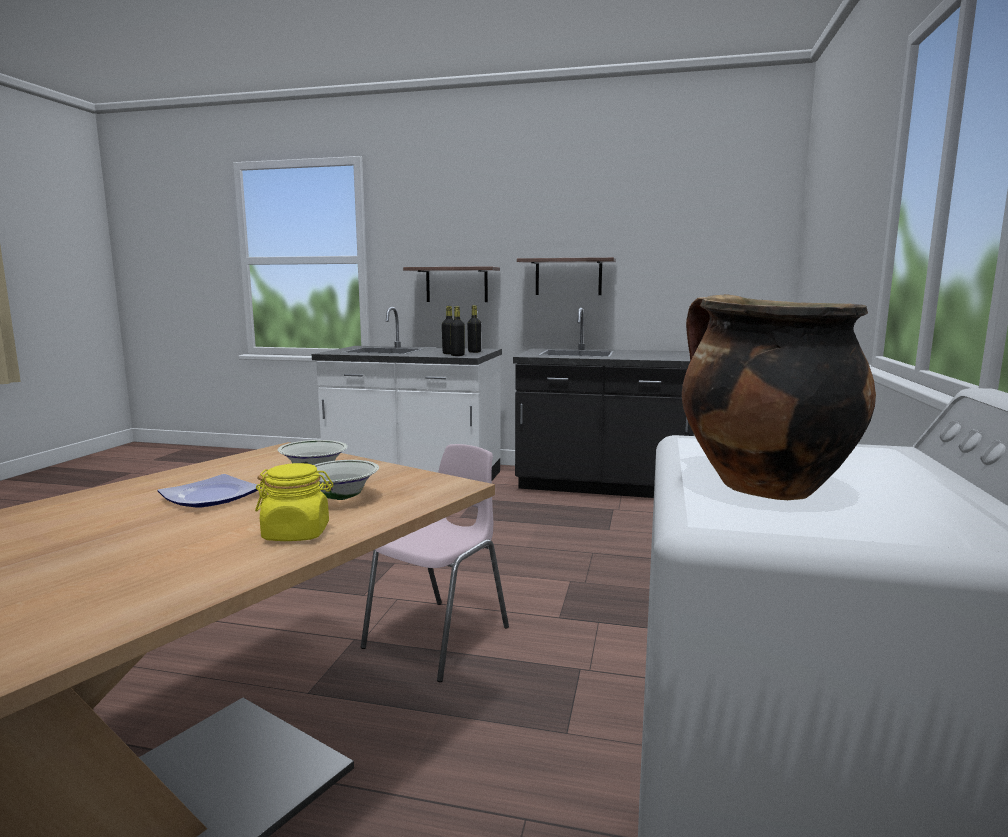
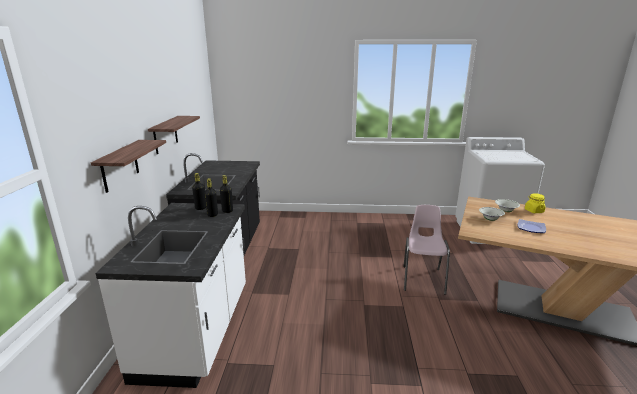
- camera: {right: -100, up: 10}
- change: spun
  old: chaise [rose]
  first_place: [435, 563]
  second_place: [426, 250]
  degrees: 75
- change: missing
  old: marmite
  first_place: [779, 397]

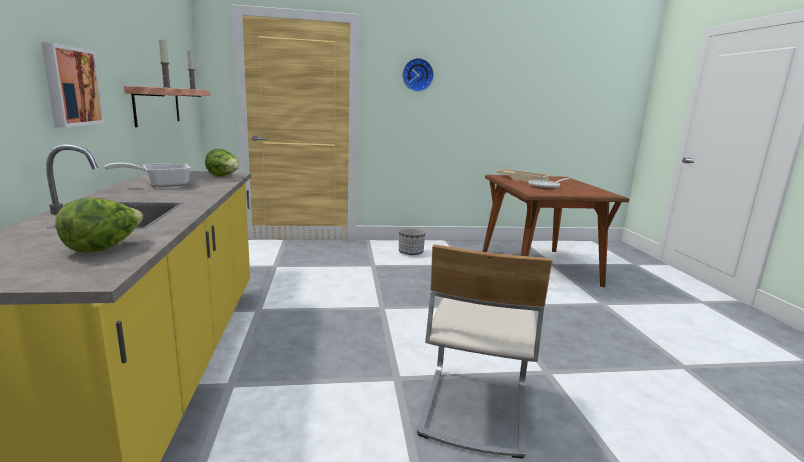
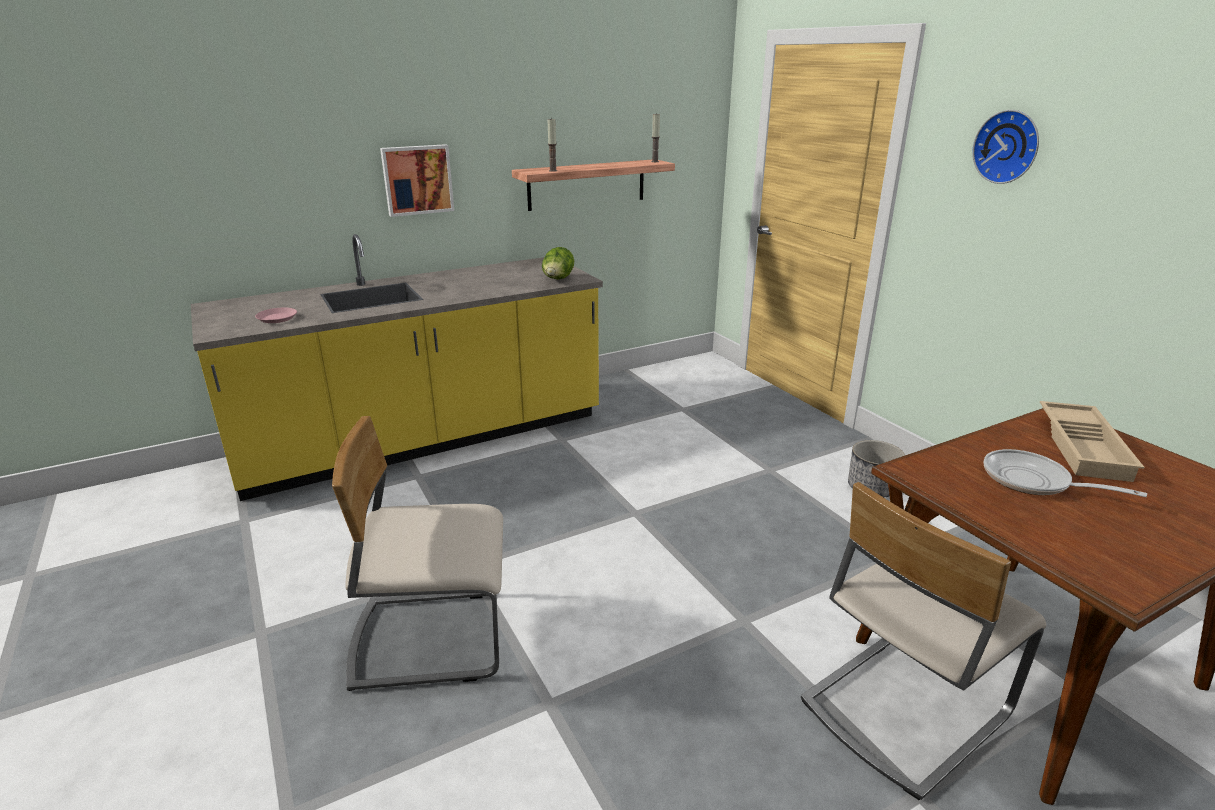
- camera: {right: 70, up: 10}
- change: exchanged
  old: laitue
  new: assiette [rose]
  first_place: [99, 225]
  second_place: [276, 315]
- change: appeared
  new: chaise [beige]
  second_place: [923, 641]
- change: missing
  old: poêle
  first_place: [148, 175]

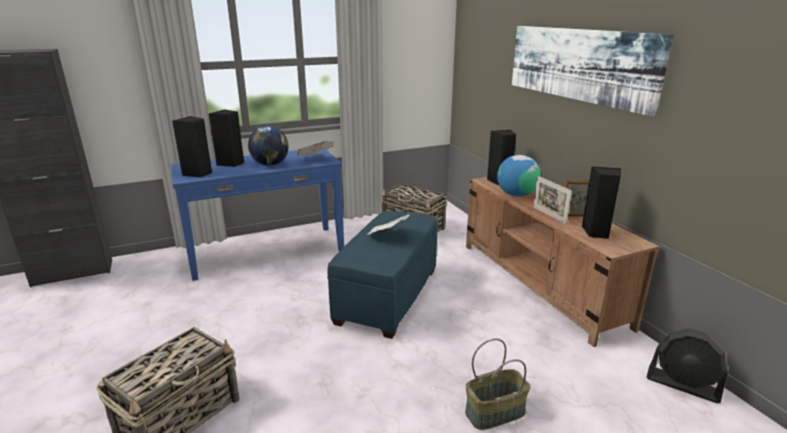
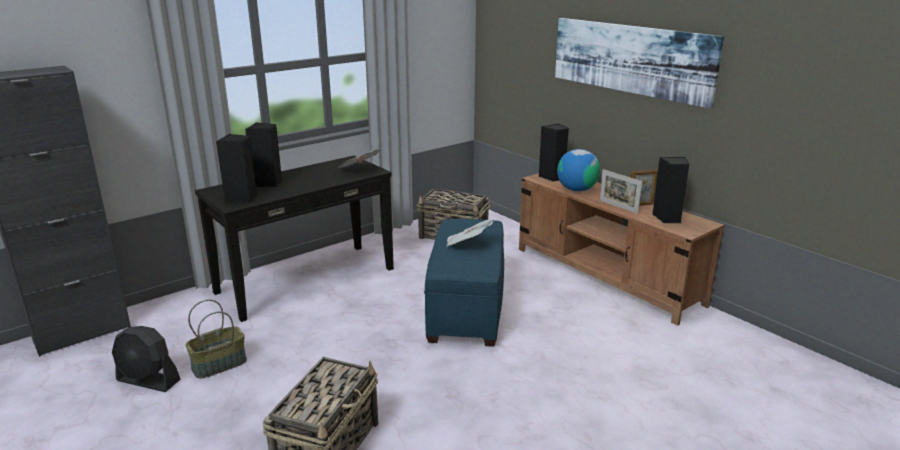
- camera: {right: -15, up: 0}
- change: relocated
  old: ventilateur [noir]
  first_place: [687, 365]
  second_place: [146, 359]
- change: relocated
  old: panier
  first_place: [498, 384]
  second_place: [216, 339]
- change: colour
  old: table console [bleu]
  new: table console [noir]
  first_place: [257, 215]
  second_place: [294, 239]
- change: missing
  old: globe
  first_place: [268, 146]

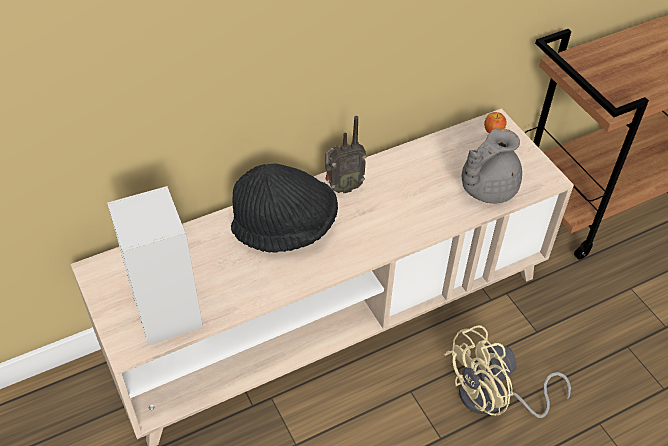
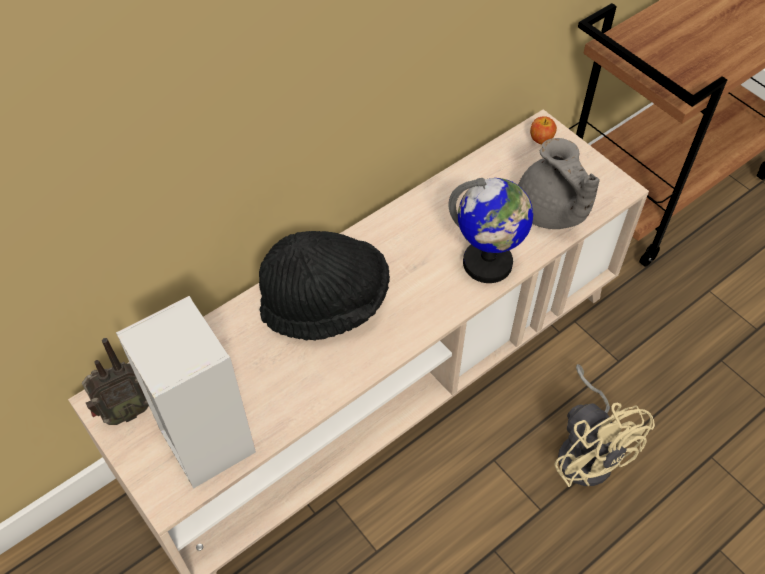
- camera: {right: -10, up: 5}
- change: relocated
  old: radio
  first_place: [345, 154]
  second_place: [115, 381]
- change: appeared
  new: globe
  second_place: [491, 230]
- change: spun
  old: théière [gris]
  first_place: [492, 166]
  second_place: [559, 183]
  degrees: -60
- change: spun
  old: ventilateur [beige]
  first_place: [507, 371]
  second_place: [604, 425]
  degrees: -75

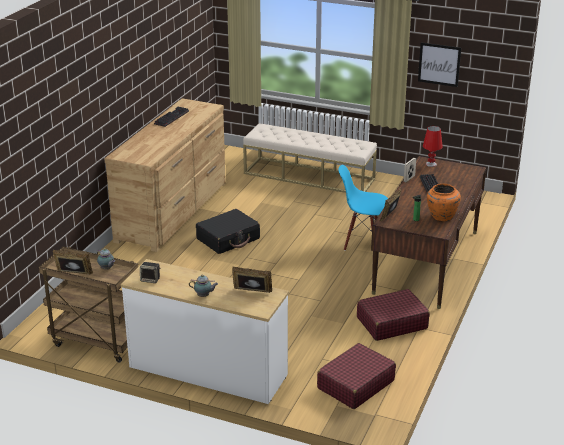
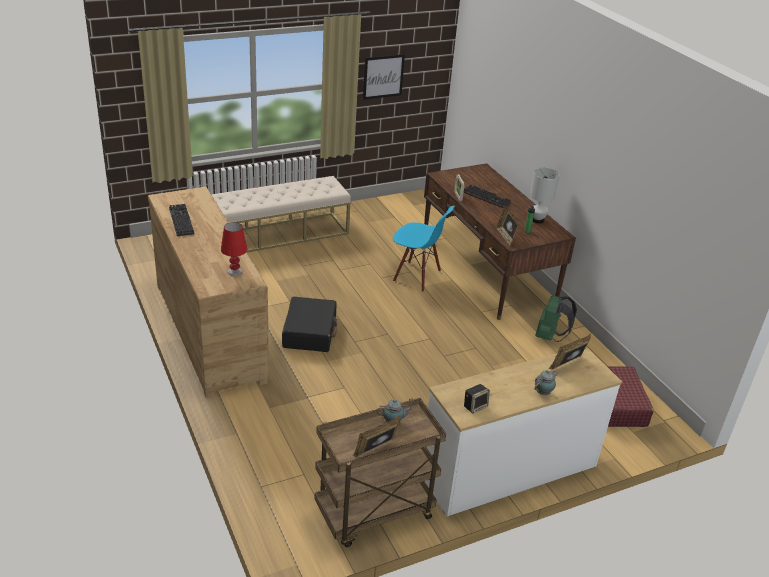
- camera: {right: -50, up: 5}
- change: relocated
  old: lampe de table [rouge]
  first_place: [433, 146]
  second_place: [234, 249]
- change: spun
  old: chaise [bleu]
  first_place: [363, 208]
  second_place: [423, 249]
  degrees: -120
- change: exchanged
  old: vase [orange]
  new: lampe de table [blanc]
  first_place: [444, 202]
  second_place: [544, 196]
- change: exchanged
  old: valise [rouge]
  new: sac à dos [vert]
  first_place: [393, 315]
  second_place: [556, 319]

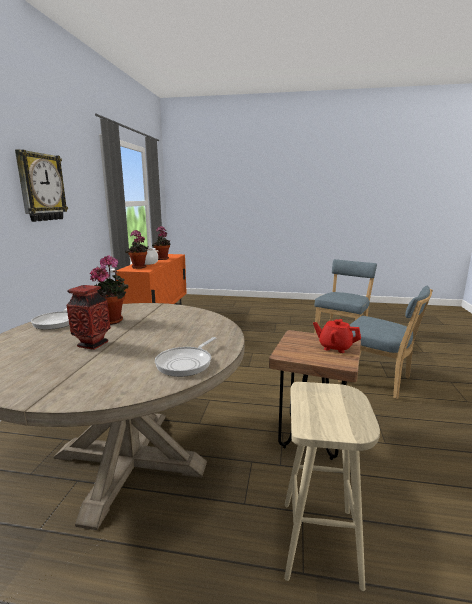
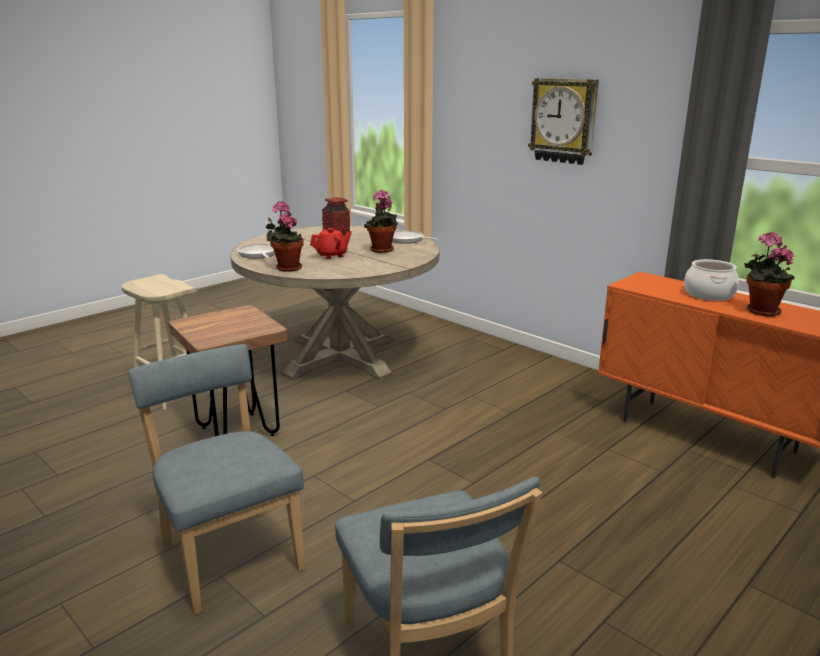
- camera: {right: 125, up: 5}
- change: spun
  old: chaise [bleu]
  first_place: [385, 342]
  second_place: [216, 479]
  degrees: 75
- change: relocated
  old: plante en pot
  first_place: [137, 249]
  second_place: [285, 236]
- change: relocated
  old: théière [rouge]
  first_place: [337, 336]
  second_place: [331, 243]

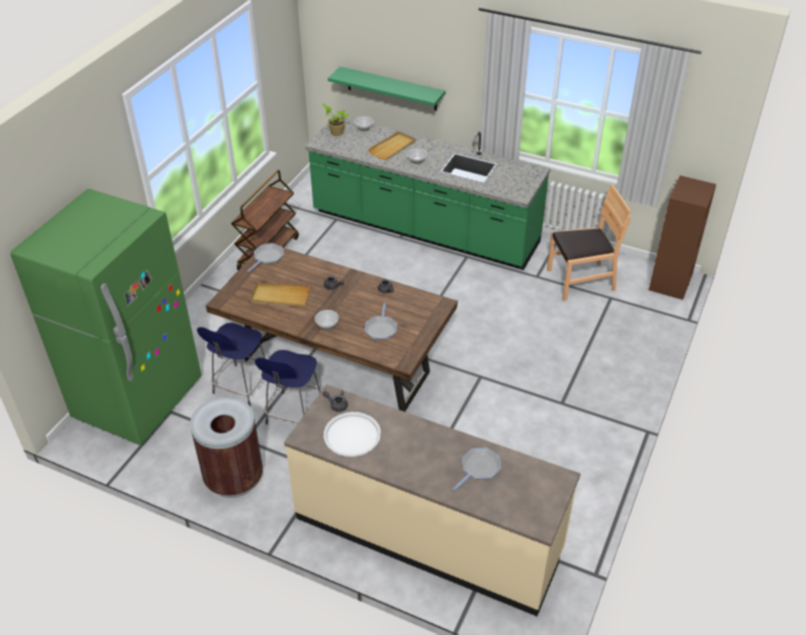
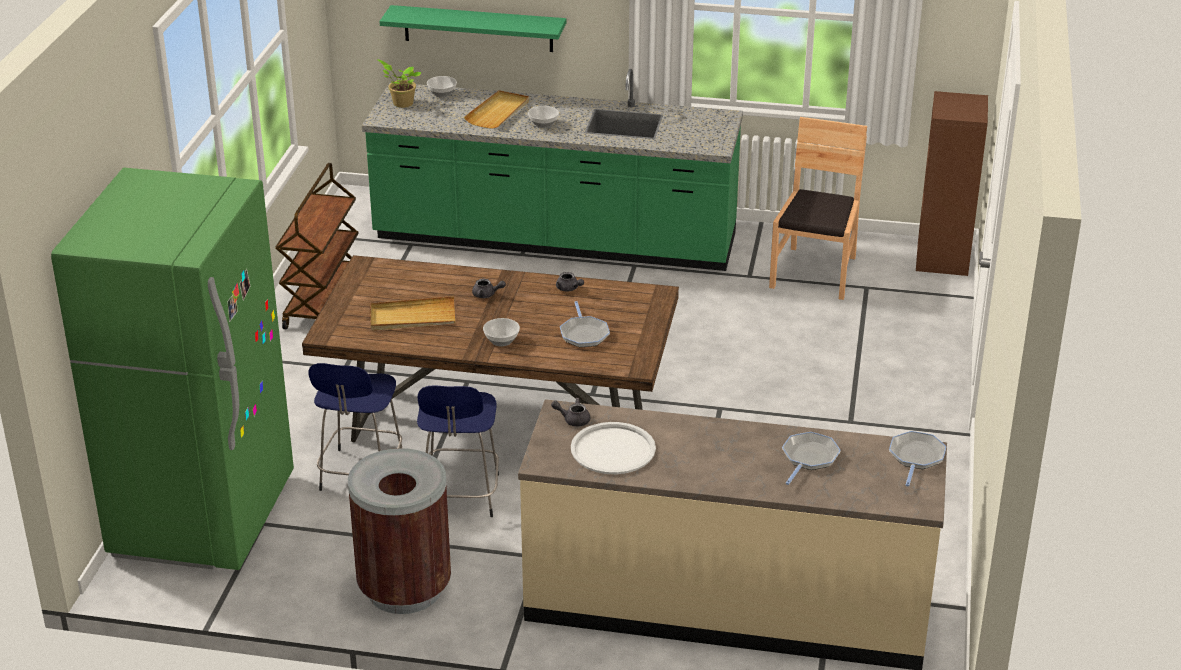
- camera: {right: -15, up: -10}
- change: spun
  old: chaise [marron]
  first_place: [589, 242]
  second_place: [818, 208]
  degrees: -45
- change: relocated
  old: poêle
  first_place: [265, 257]
  second_place: [918, 459]

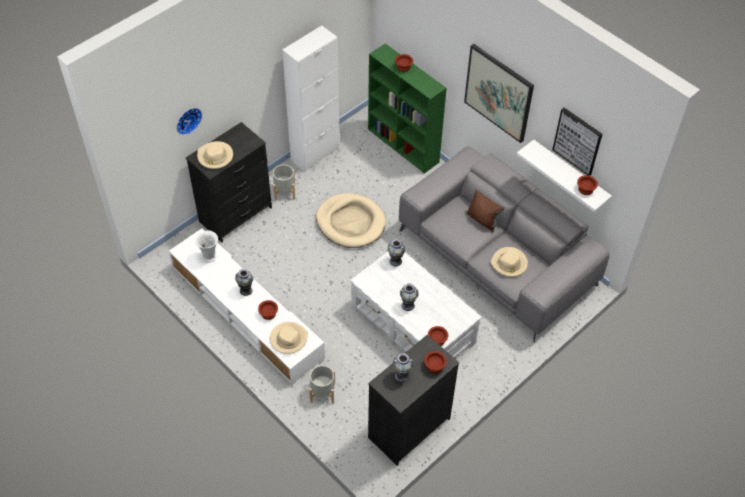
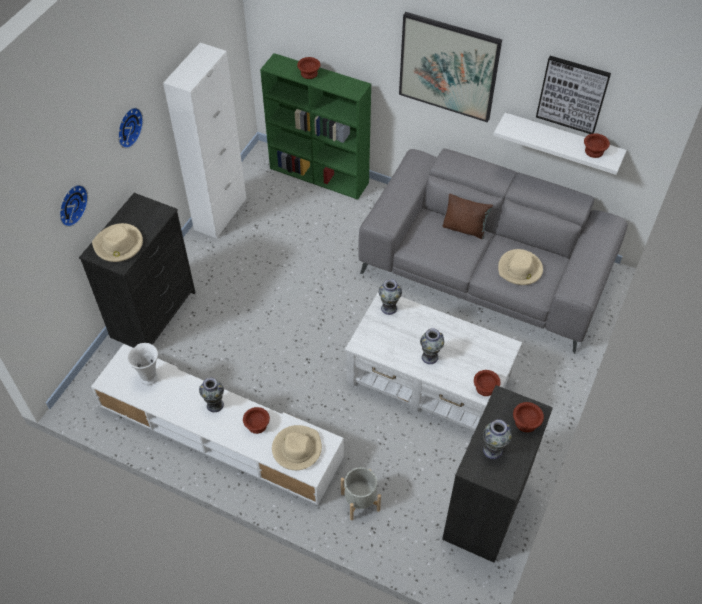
- camera: {right: -20, up: 0}
- change: appeared
  new: horloge murale
  second_place: [130, 127]
- change: missing
  old: cache-pot [gris]
  first_place: [284, 182]
- change: missing
  old: panier pour chien [beige]
  first_place: [351, 220]

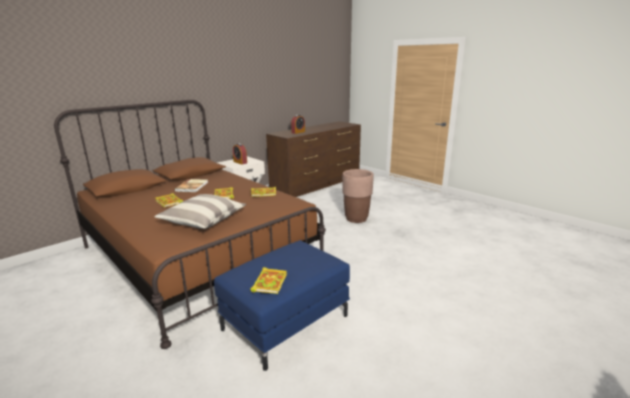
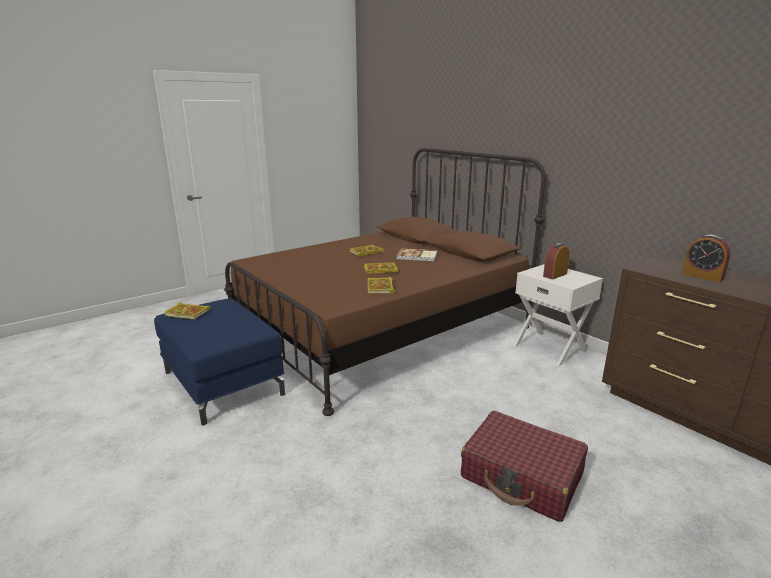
- camera: {right: 95, up: 0}
- change: exchanged
  old: cache-pot [marron]
  new: valise [rouge]
  first_place: [358, 196]
  second_place: [524, 466]
- change: missing
  old: coussin
  first_place: [200, 211]

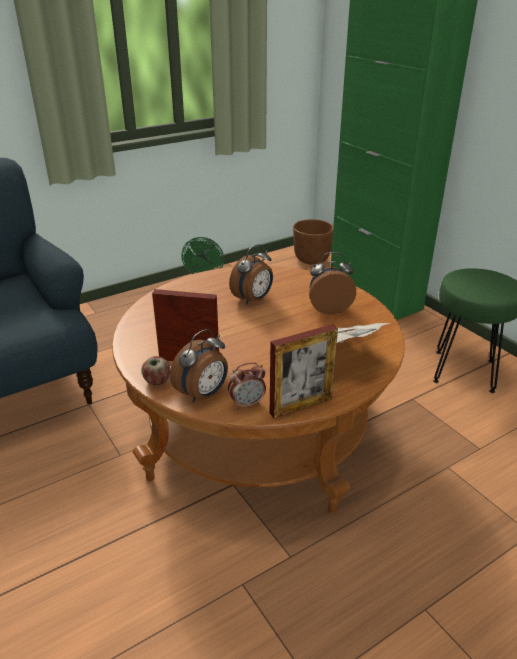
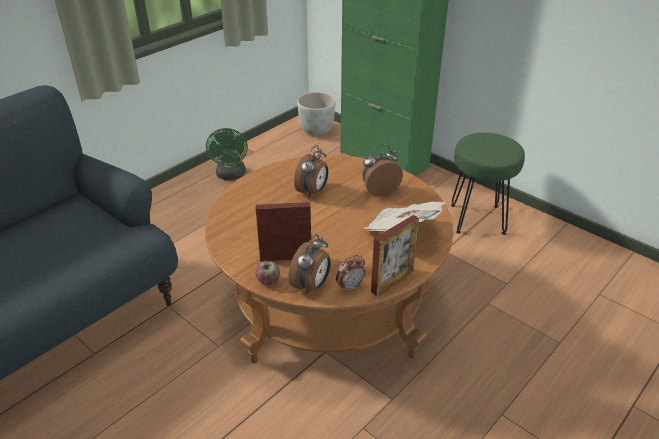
- camera: {right: -15, up: 5}
- change: colour
  old: cache-pot [marron]
  new: cache-pot [gris]
  first_place: [313, 242]
  second_place: [316, 114]

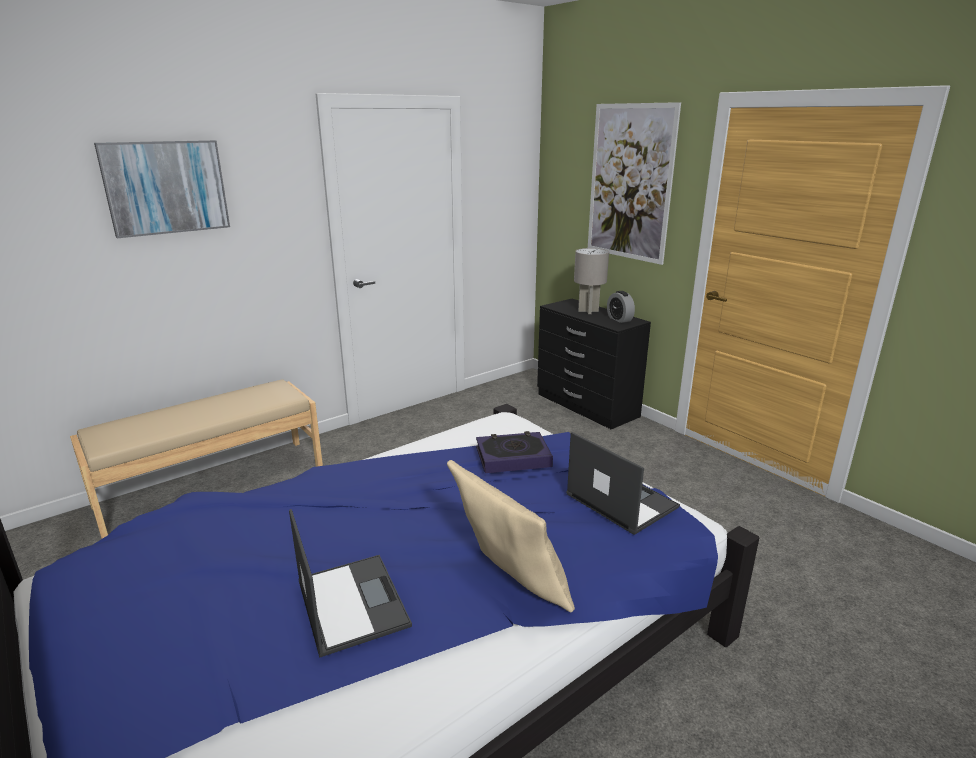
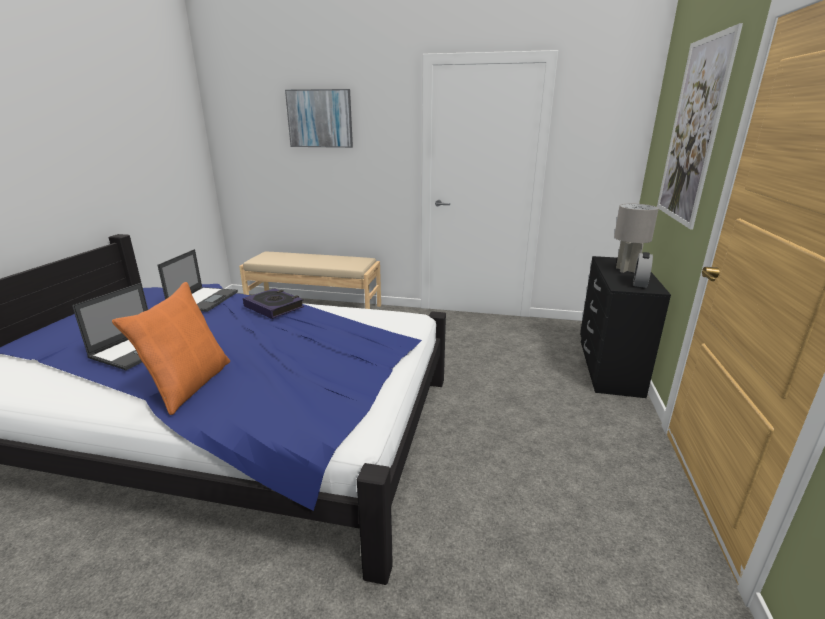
- camera: {right: 50, up: 0}
- change: colour
  old: coussin [beige]
  new: coussin [orange]
  first_place: [511, 536]
  second_place: [171, 348]
- change: relocated
  old: ordinateur portable
  first_place: [623, 483]
  second_place: [198, 280]
- change: relocated
  old: livre
  first_place: [514, 452]
  second_place: [273, 303]

